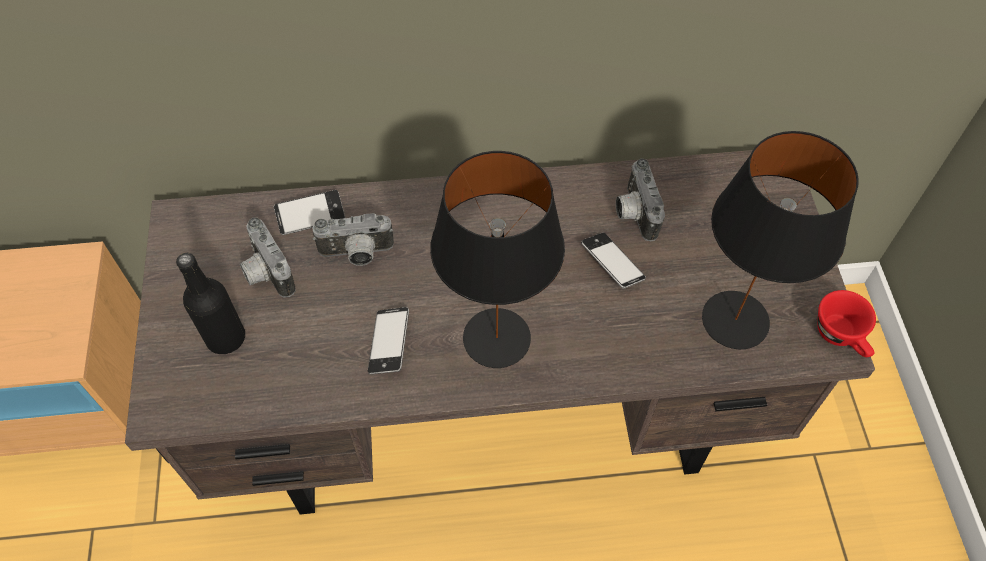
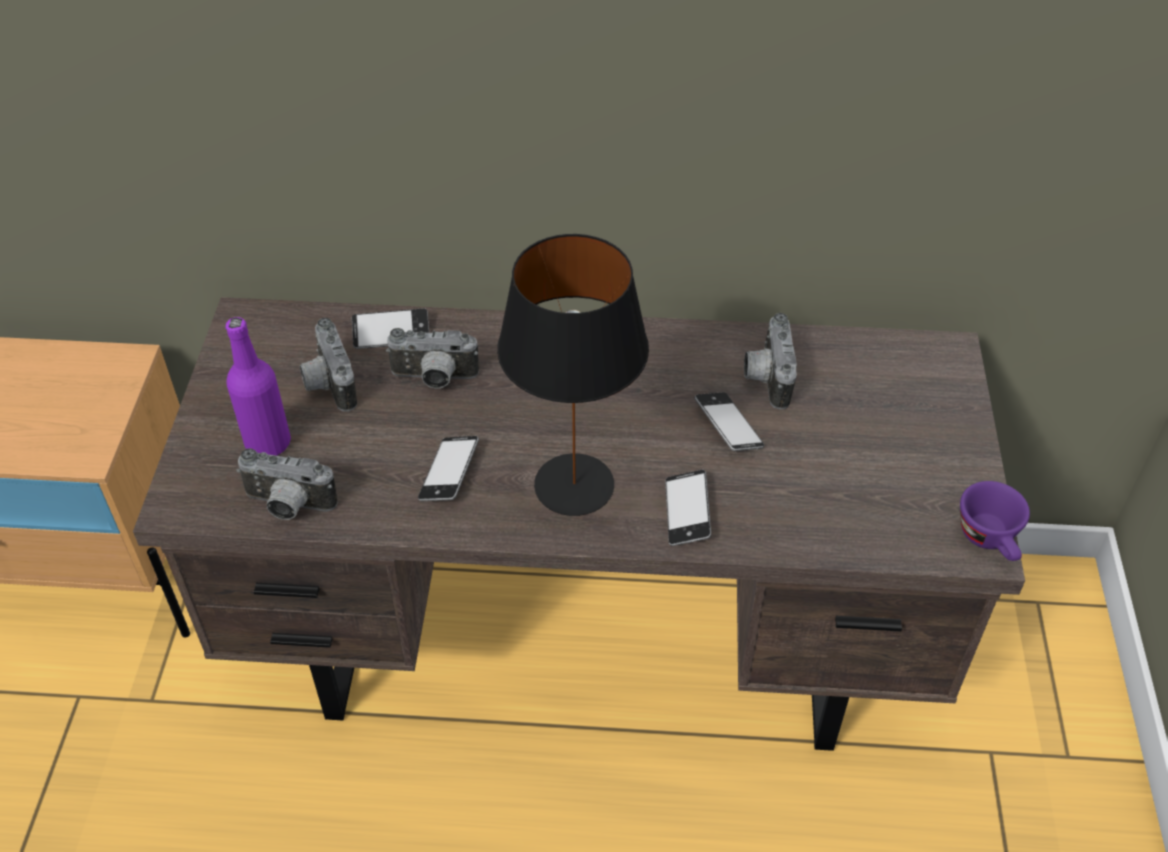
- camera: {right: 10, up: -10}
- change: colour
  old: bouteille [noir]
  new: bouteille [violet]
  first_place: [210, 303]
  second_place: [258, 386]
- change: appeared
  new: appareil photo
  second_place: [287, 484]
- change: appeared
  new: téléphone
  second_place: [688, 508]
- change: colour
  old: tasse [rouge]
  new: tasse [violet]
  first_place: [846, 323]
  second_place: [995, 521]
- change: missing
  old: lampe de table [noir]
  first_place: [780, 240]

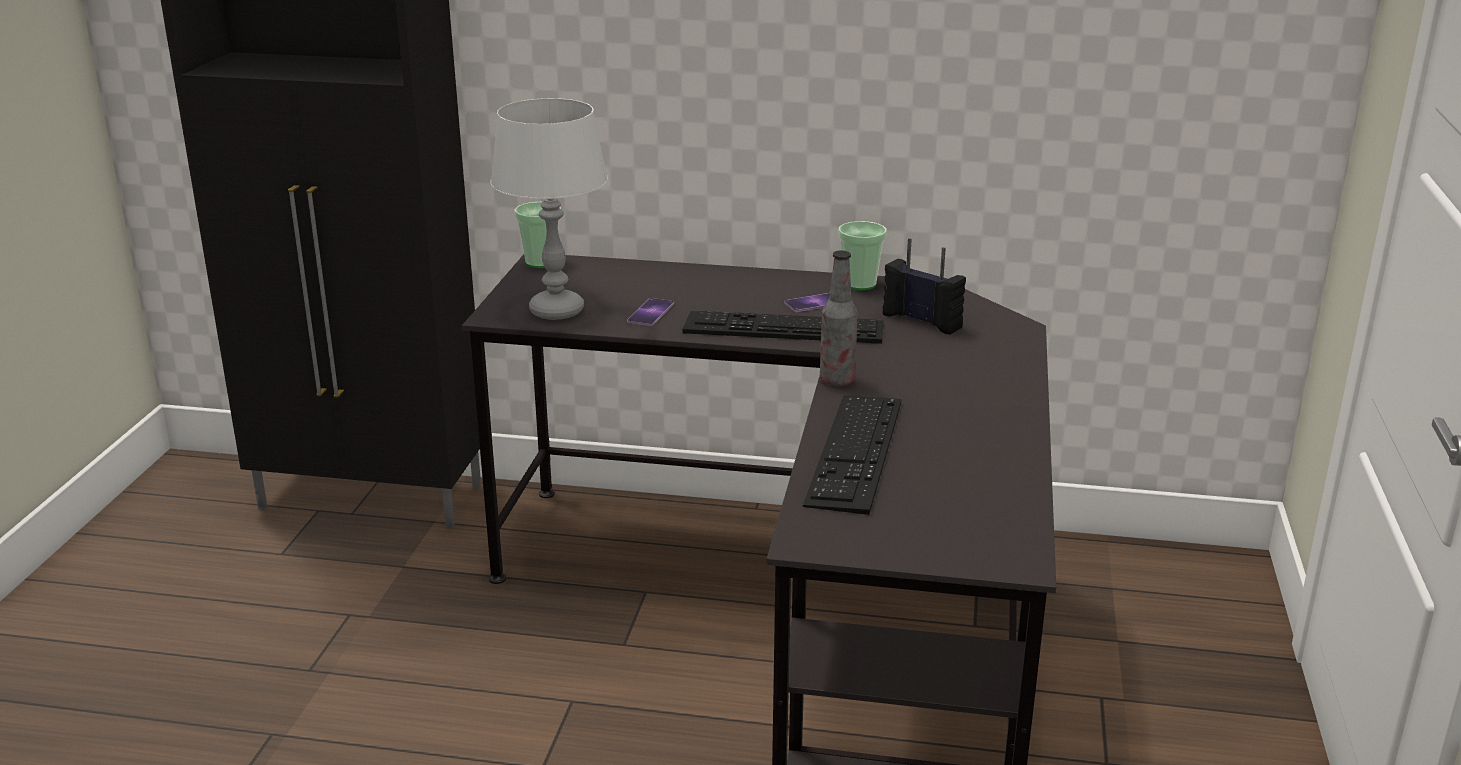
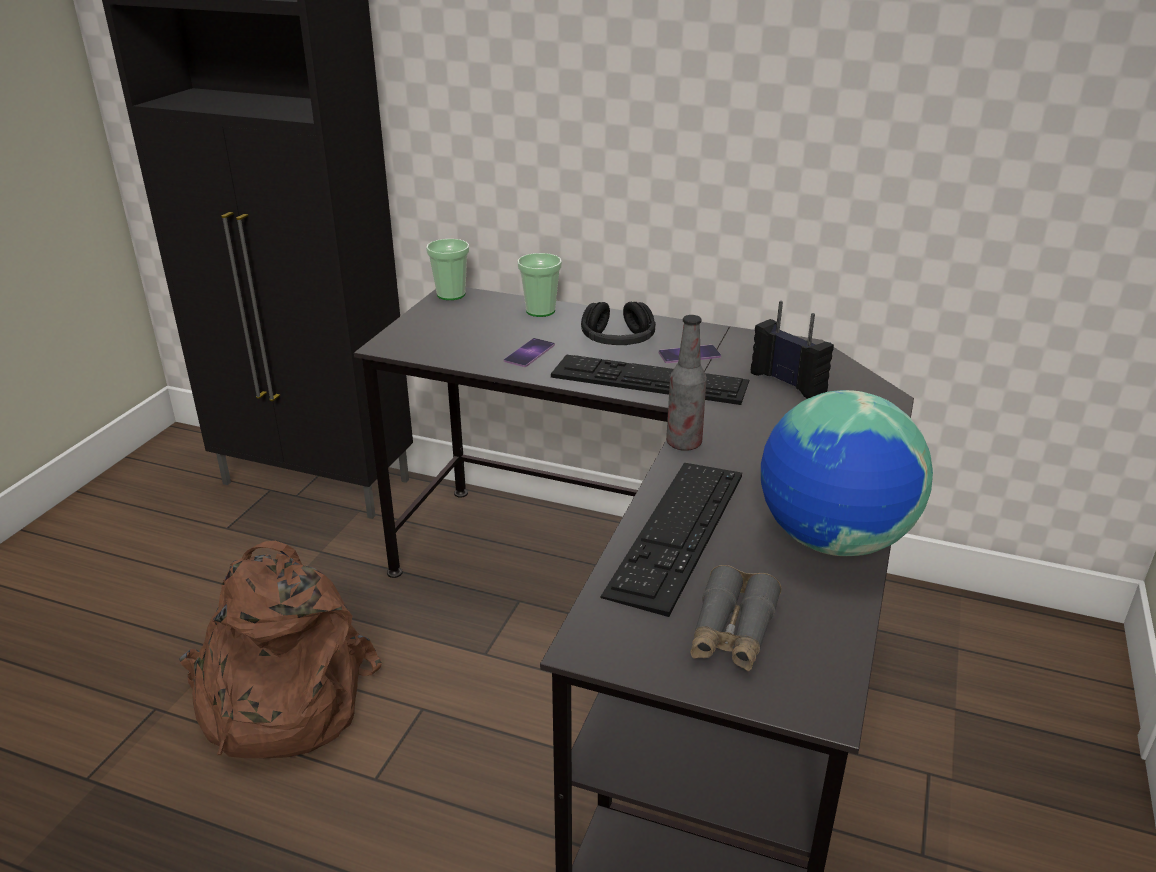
- camera: {right: 10, up: 5}
- change: appeared
  new: sac à dos [marron]
  second_place: [280, 649]
- change: relocated
  old: tasse
  first_place: [862, 255]
  second_place: [539, 285]
- change: appeared
  new: casque audio [noir]
  second_place: [618, 323]
- change: appeared
  new: jumelles [gris]
  second_place: [736, 618]
- change: appeared
  new: globe
  second_place: [847, 473]
- change: missing
  old: lampe de table [gris]
  first_place: [549, 209]

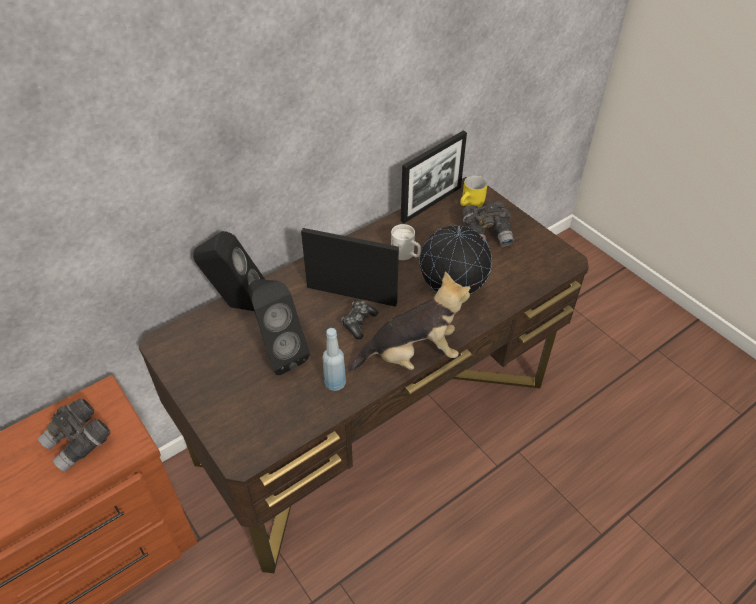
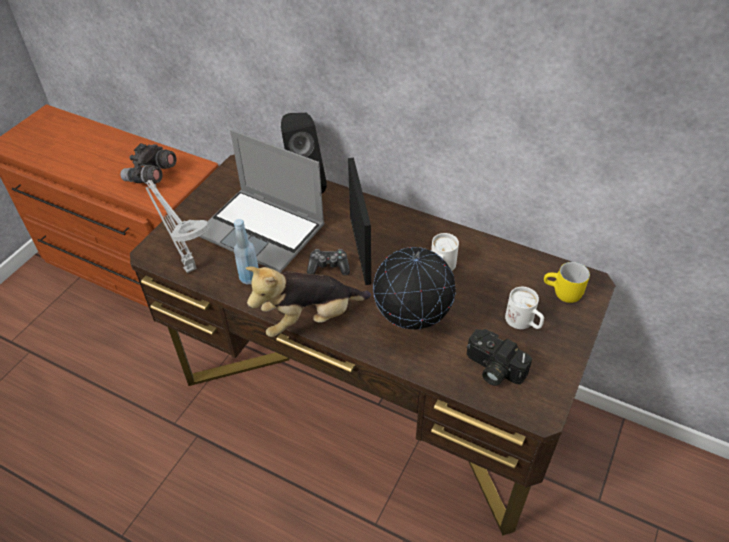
- camera: {right: 65, up: 0}
- change: appeared
  new: lampe de table [gris]
  second_place: [178, 226]
- change: exchanged
  old: enceinte [noir]
  new: ordinateur portable
  first_place: [279, 327]
  second_place: [262, 201]
- change: spun
  old: peluche
  first_place: [409, 321]
  second_place: [308, 301]
  degrees: 105
- change: appeared
  new: appareil photo
  second_place: [499, 357]
- change: exchanged
  old: jumelles [gris]
  new: mug [blanc]
  first_place: [488, 223]
  second_place: [524, 308]
- change: missing
  old: cadre photo
  first_place: [434, 177]

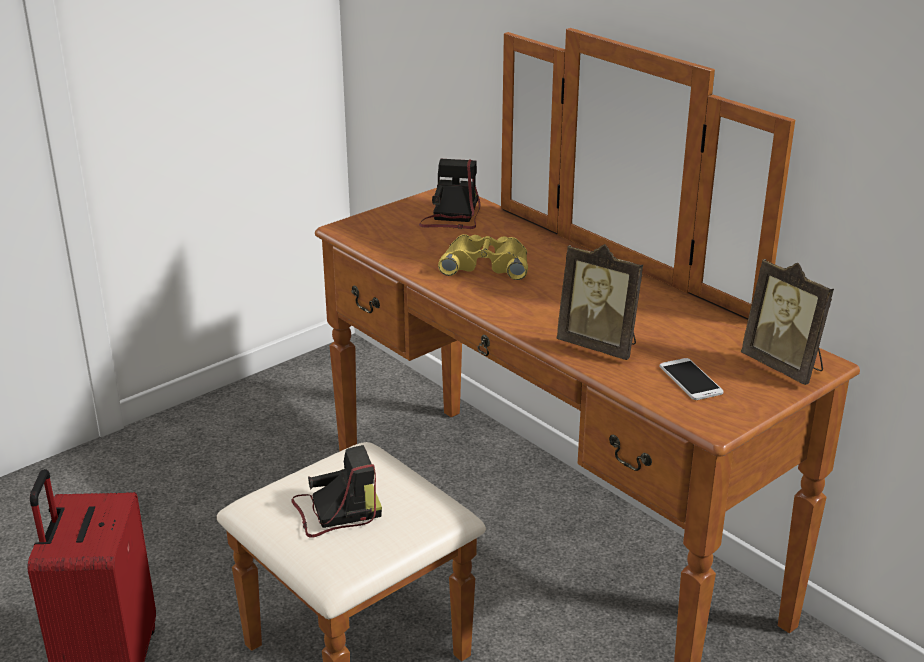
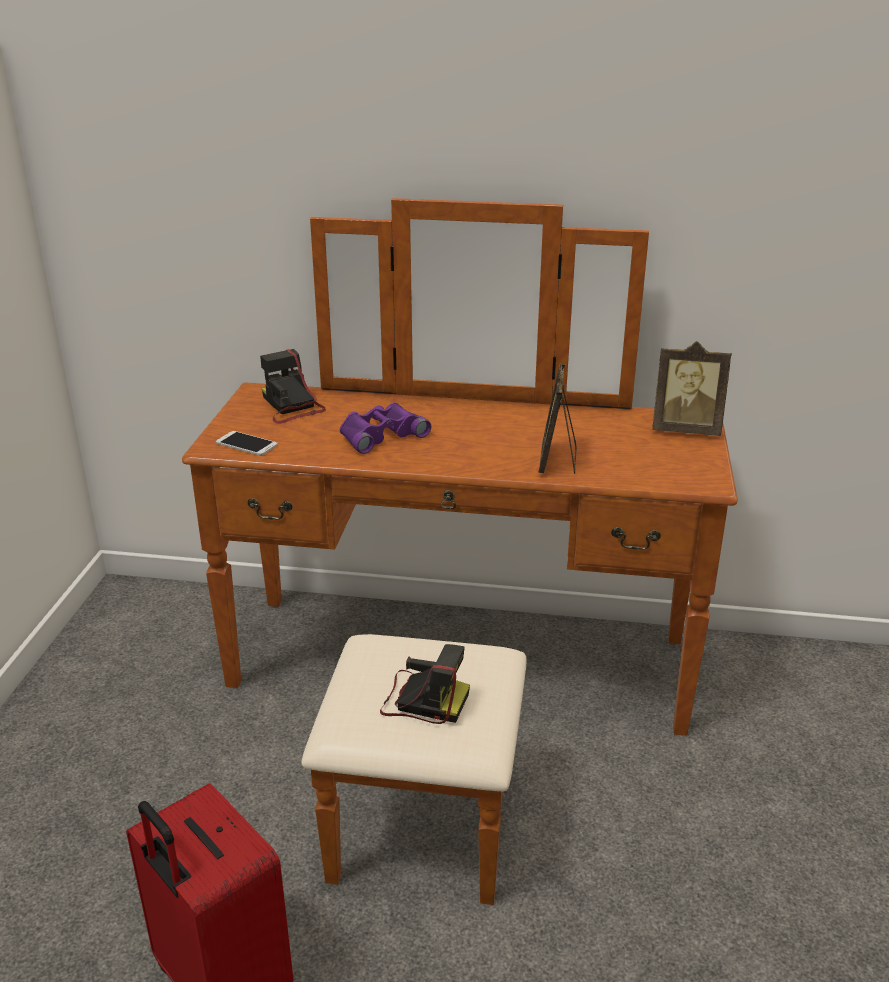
- camera: {right: -40, up: 0}
- change: relocated
  old: téléphone
  first_place: [692, 379]
  second_place: [247, 443]
- change: colour
  old: jumelles [jaune]
  new: jumelles [violet]
  first_place: [483, 257]
  second_place: [386, 428]
- change: spun
  old: appareil photo
  first_place: [337, 491]
  second_place: [425, 684]
  degrees: 75
- change: spun
  old: cadre photo
  first_place: [599, 302]
  second_place: [558, 419]
  degrees: 105

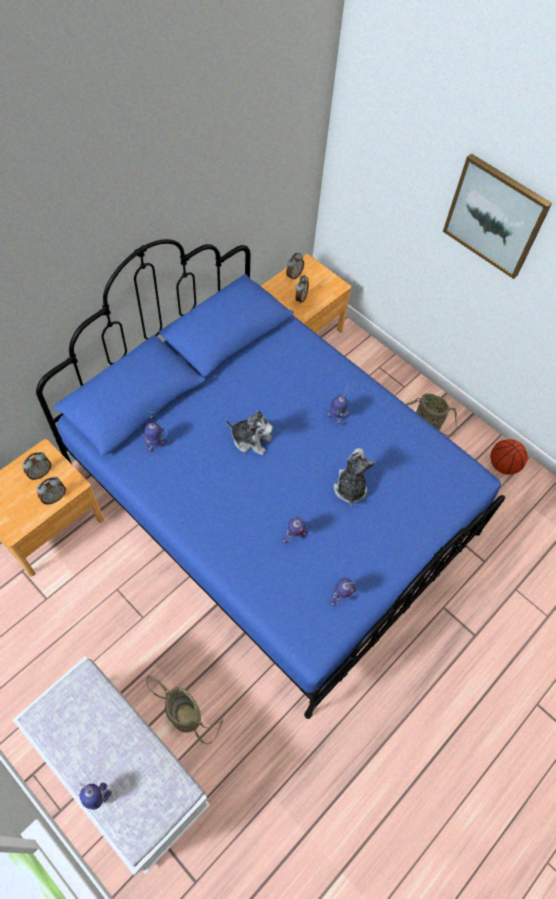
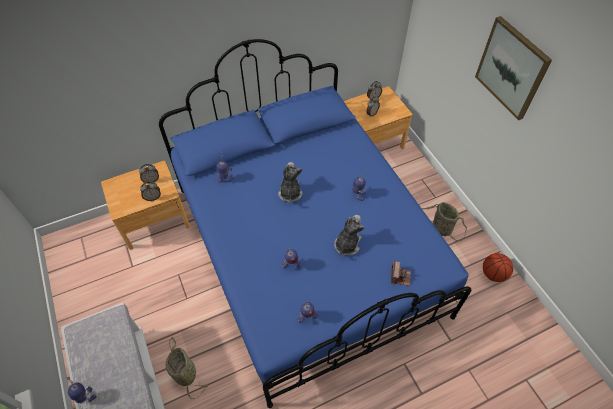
- camera: {right: 25, up: -5}
- change: spun
  old: peluche
  first_place: [249, 432]
  second_place: [290, 182]
  degrees: -135
- change: appeared
  new: appareil photo
  second_place: [401, 273]

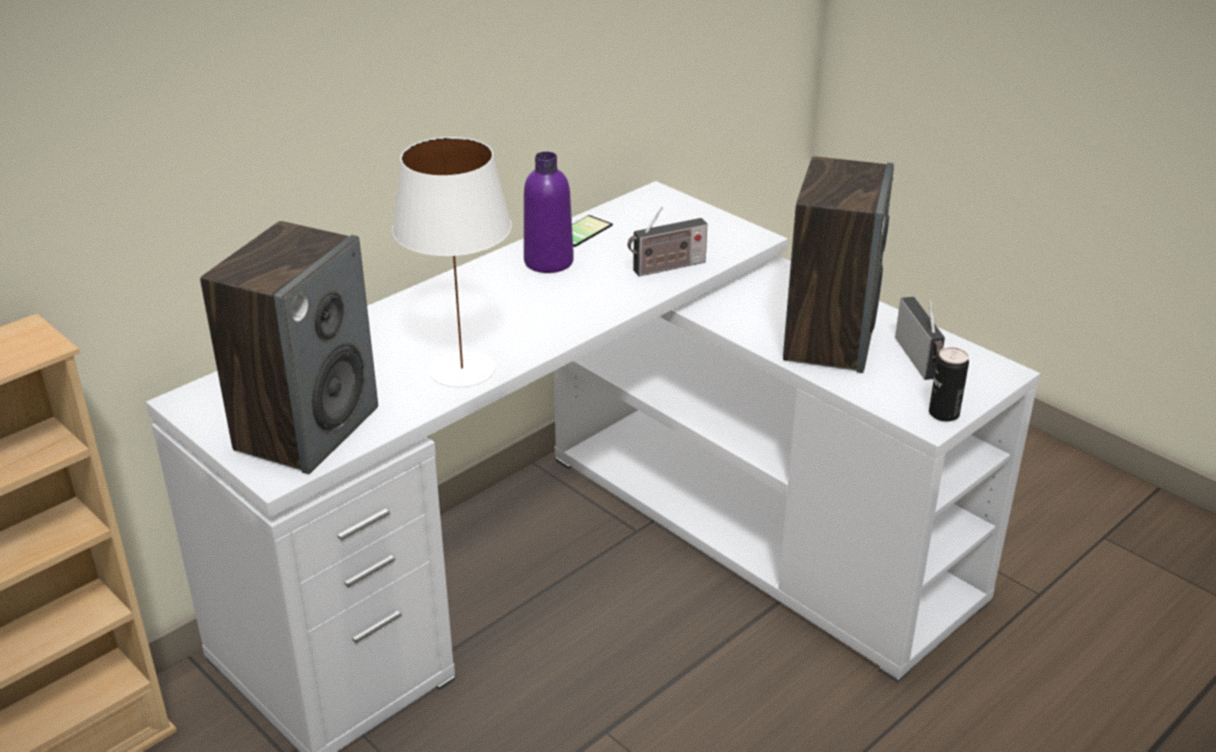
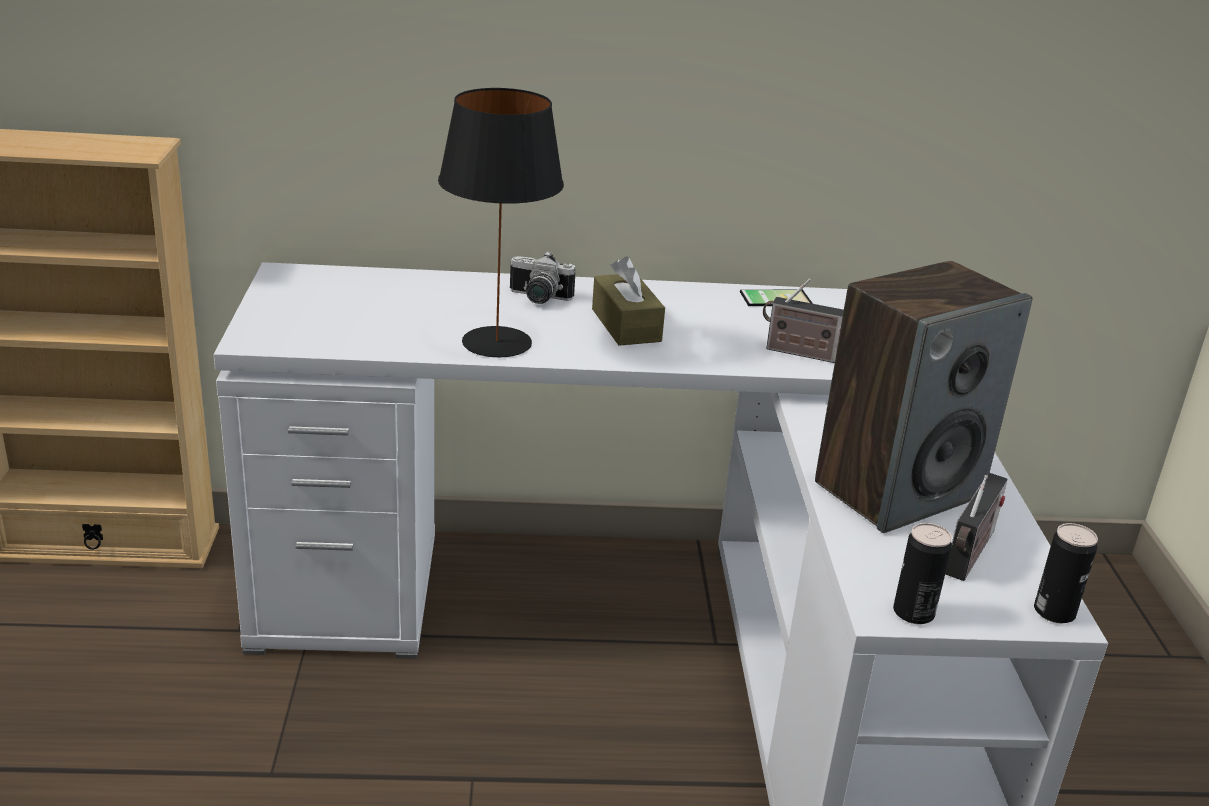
- camera: {right: 40, up: -5}
- change: colour
  old: lampe de table [blanc]
  new: lampe de table [noir]
  first_place: [452, 262]
  second_place: [501, 222]
- change: appeared
  new: appareil photo
  second_place: [543, 277]
- change: appeared
  new: boîte à mouchoirs [marron]
  second_place: [628, 301]
- change: appeared
  new: boîte métallique
  second_place: [1066, 573]
- change: missing
  old: enceinte
  first_place: [289, 347]
- change: missing
  old: bouteille [violet]
  first_place: [549, 212]

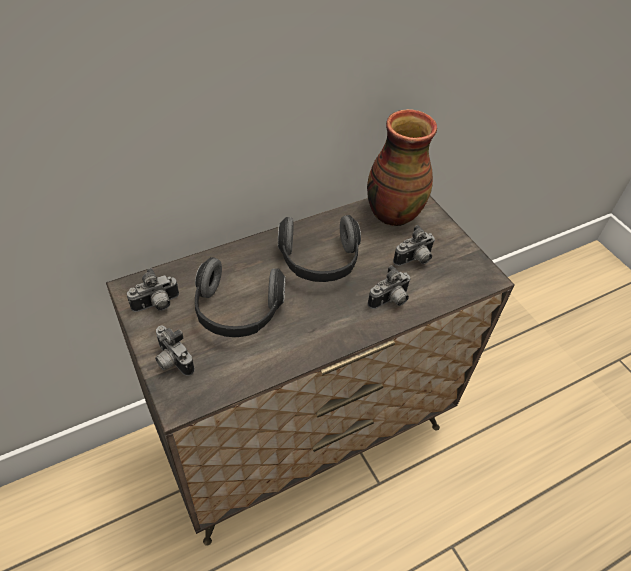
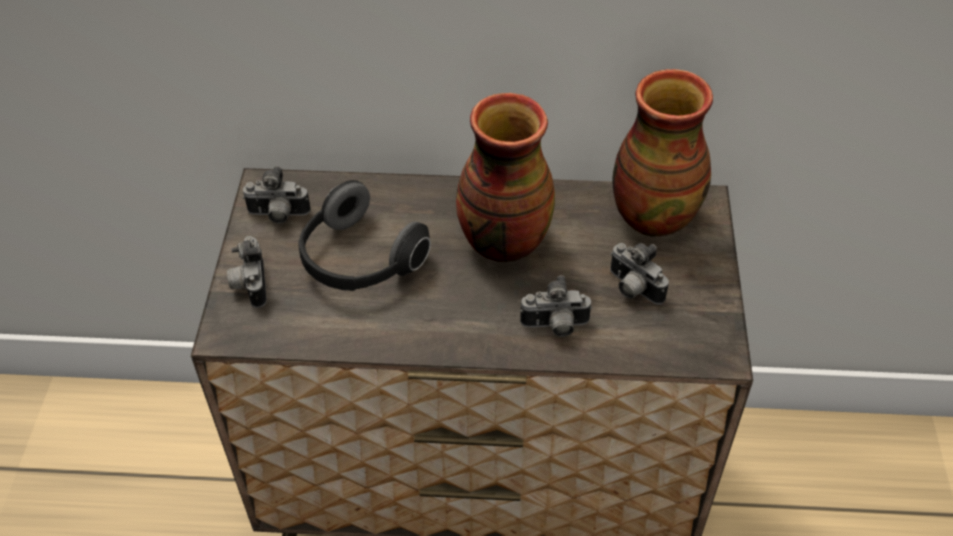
- camera: {right: 35, up: 0}
- change: exchanged
  old: casque audio
  new: vase
  first_place: [319, 248]
  second_place: [505, 177]
- change: spun
  old: appareil photo
  first_place: [414, 245]
  second_place: [639, 274]
  degrees: 45

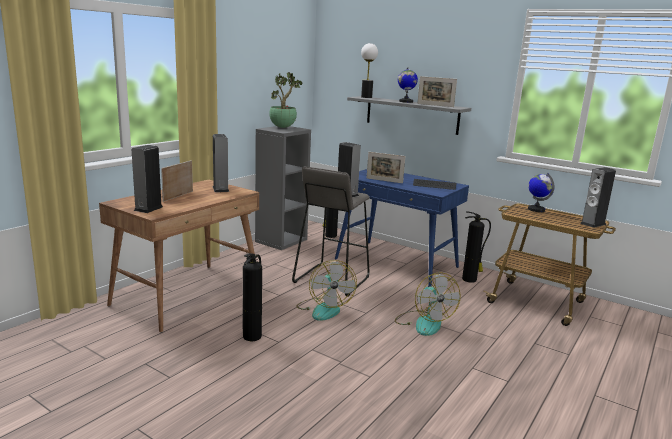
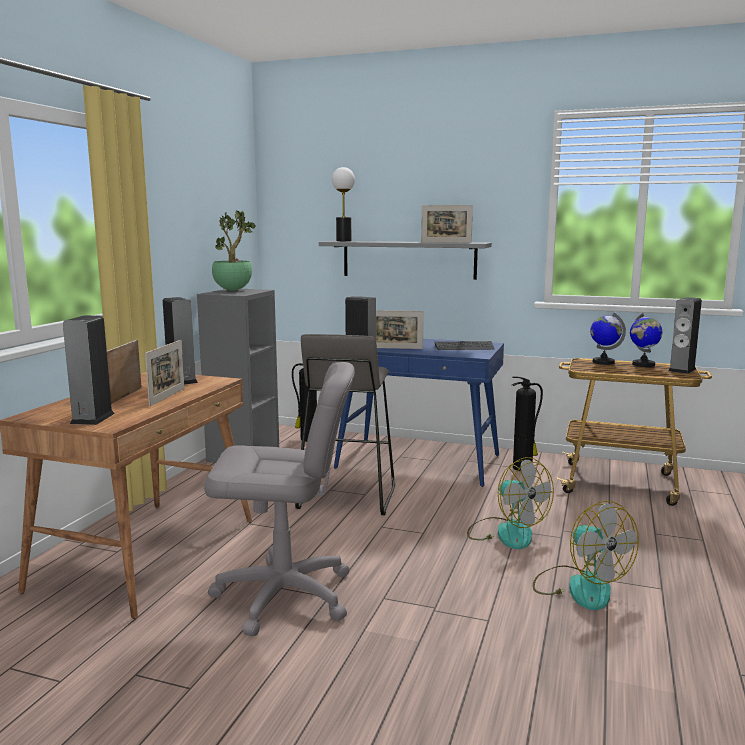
- camera: {right: -15, up: -5}
- change: appeared
  new: cadre photo
  second_place: [165, 373]
- change: exchanged
  old: extincteur
  new: chaise de bureau [gris]
  first_place: [252, 297]
  second_place: [279, 499]
- change: relocated
  old: ventilateur
  first_place: [326, 290]
  second_place: [586, 555]
- change: relocated
  old: globe
  first_place: [408, 85]
  second_place: [646, 340]

